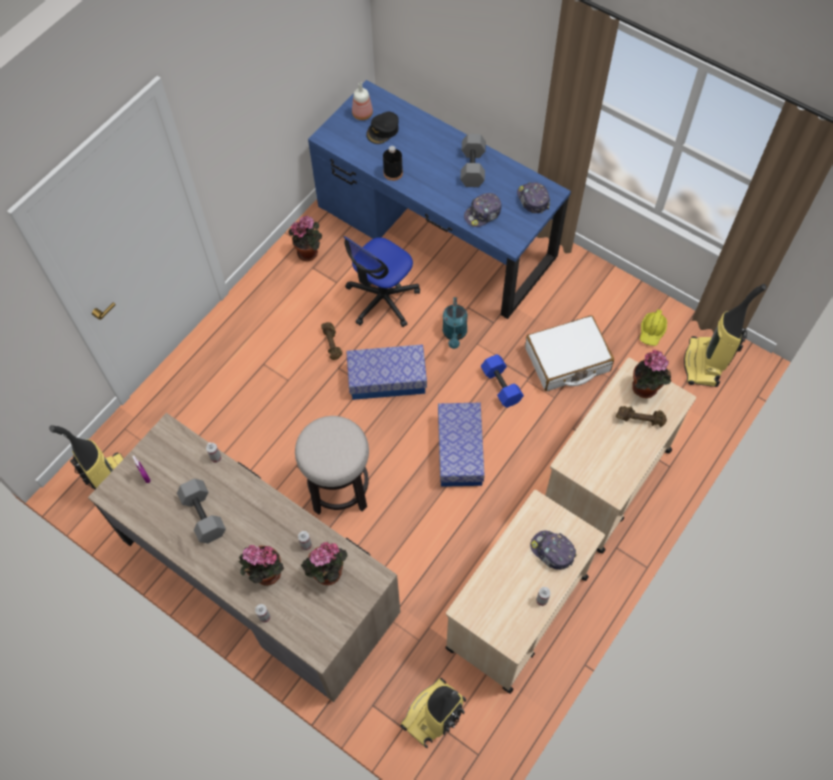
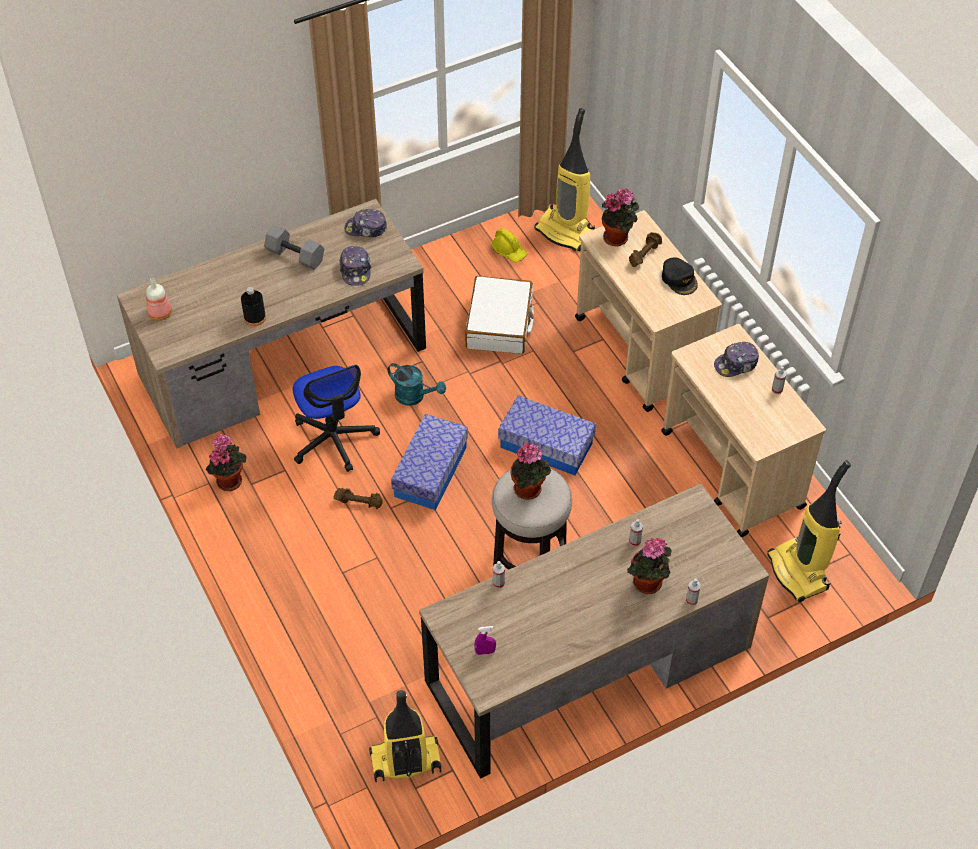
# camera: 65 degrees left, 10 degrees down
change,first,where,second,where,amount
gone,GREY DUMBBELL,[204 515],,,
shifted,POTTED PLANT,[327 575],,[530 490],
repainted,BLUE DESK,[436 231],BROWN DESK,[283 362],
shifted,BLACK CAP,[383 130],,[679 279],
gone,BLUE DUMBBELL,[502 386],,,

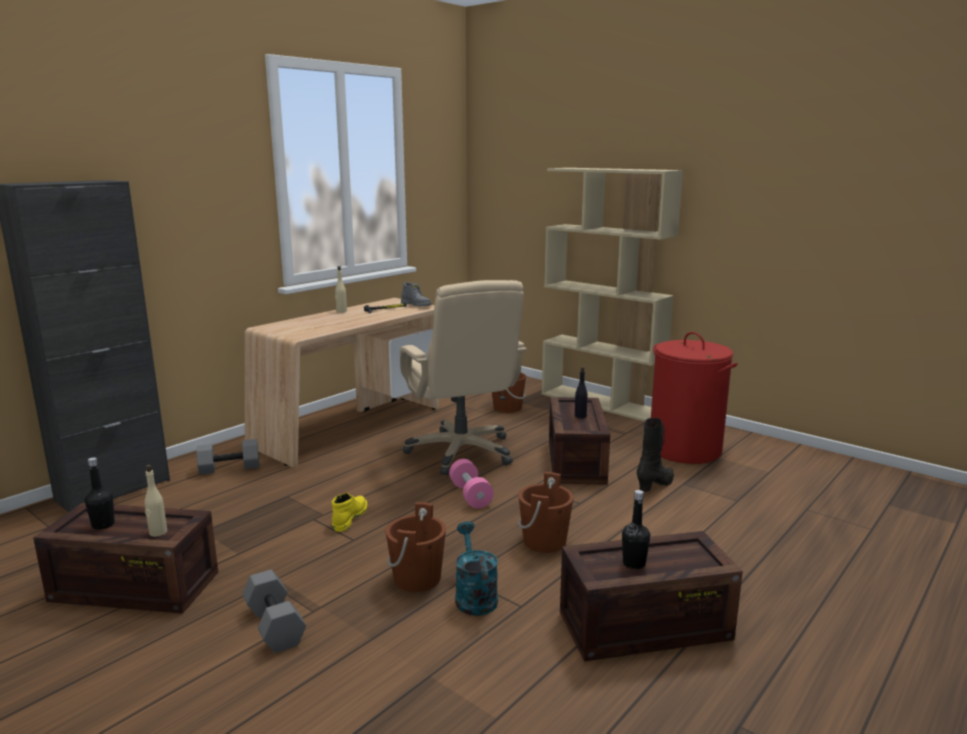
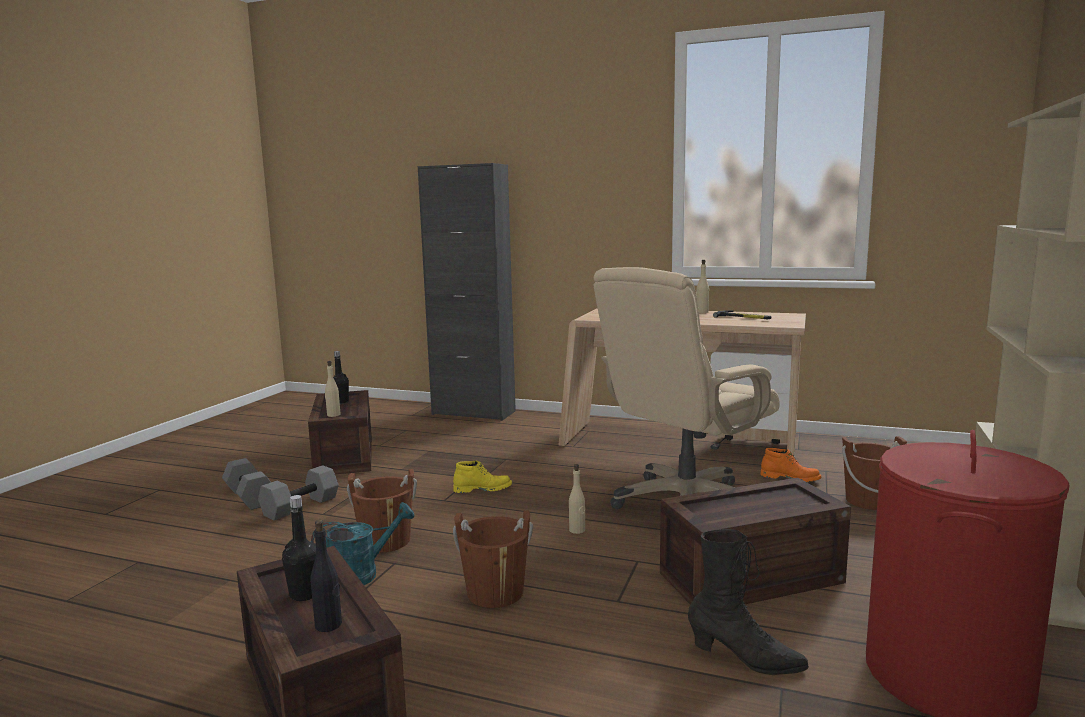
# camera: 70 degrees right, 5 degrees down
change,first,where,second,where,amount
shifted,GREY DUMBBELL,[230 468],,[251 497],
gone,GREY BOOT,[416 305],,,
swapped,PINK DUMBBELL,[470 495],BEIGE BOTTLE,[577 530],
shifted,BLACK BOTTLE,[580 416],,[328 625],
new,,,ORANGE BOOT,[790 478],

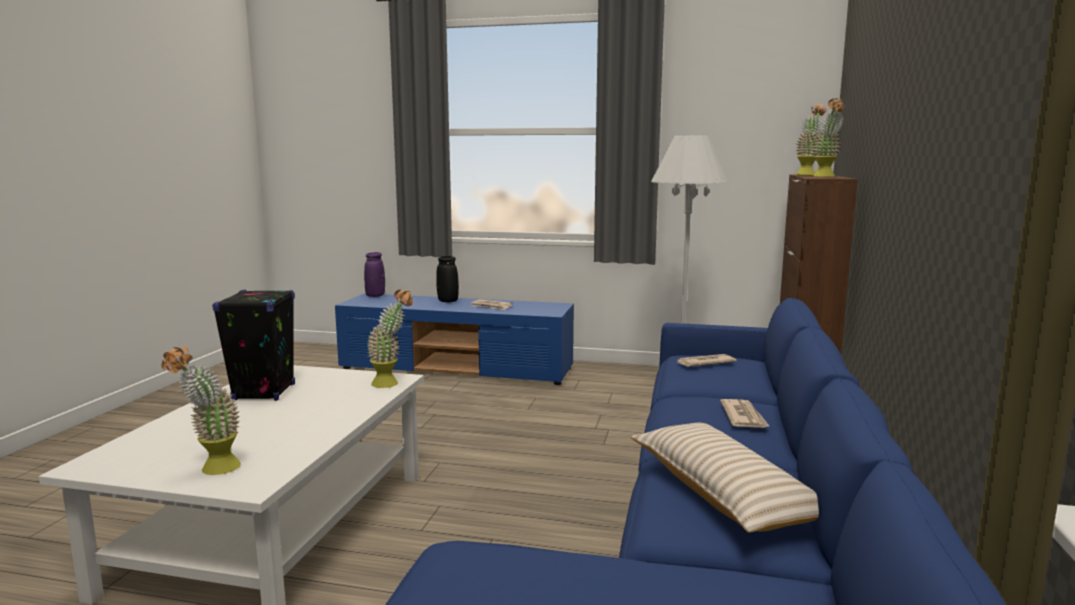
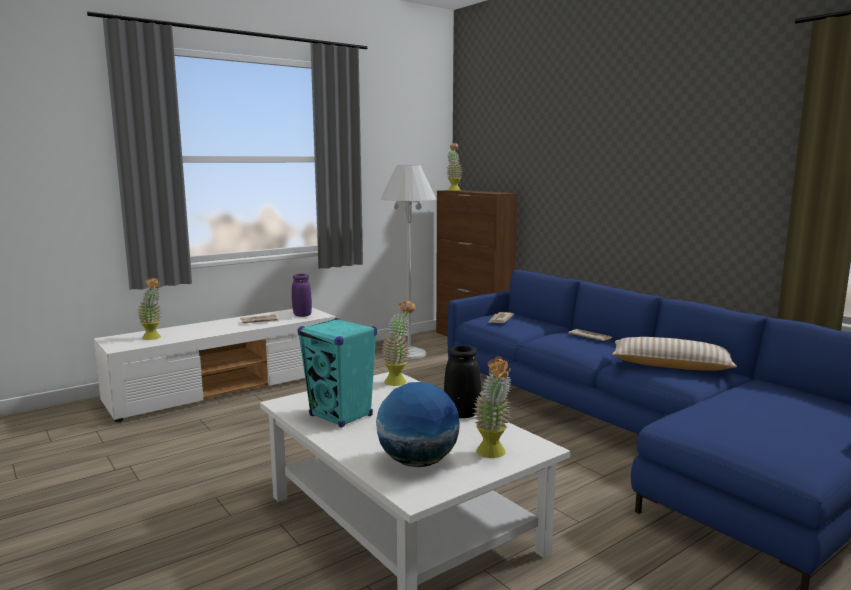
# camera: 50 degrees left, 0 degrees up
change,first,where,second,where,amount
repainted,BLACK SPEAKER,[264 392],TURQUOISE SPEAKER,[341 416],
repainted,BLUE TV STAND,[458 368],WHITE TV STAND,[227 388],
shifted,PURPLE VASE,[375 296],,[302 315],
shifted,BLACK VASE,[448 301],,[462 415],
shifted,POTTED PLANT,[826 176],,[154 338],
new,,,GLOBE,[417 462],

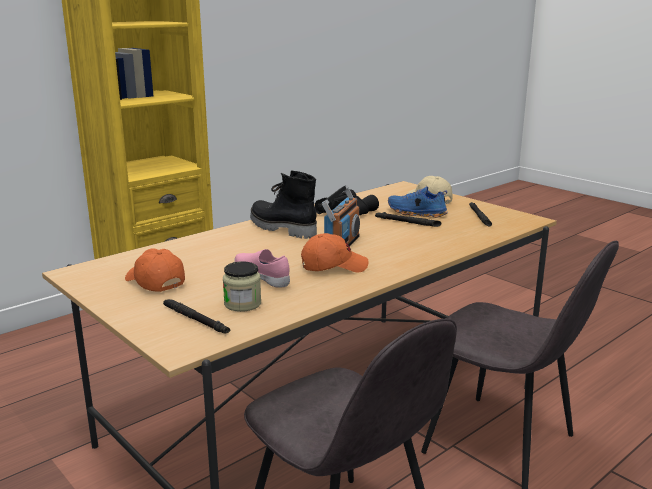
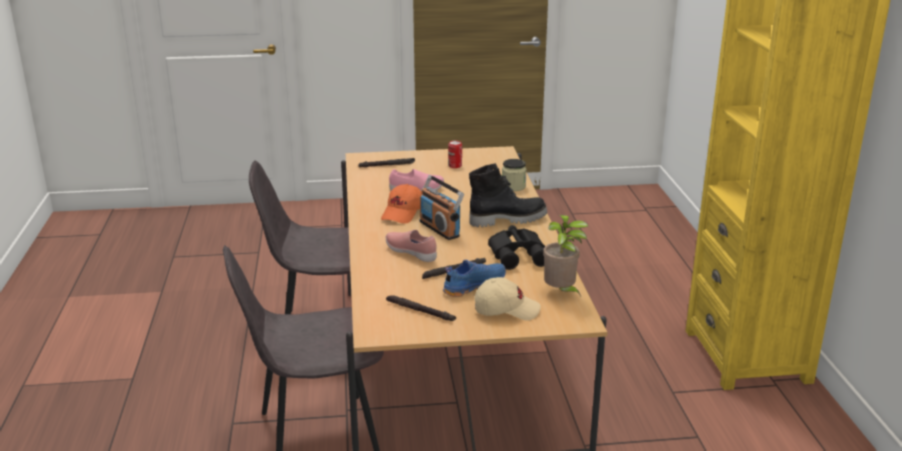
# camera: 125 degrees right, 5 degrees up
change,first,where,second,where,amount
swapped,ORANGE CAP,[154 282],CAN,[455 166],
shifted,JAR,[242 304],,[513 186],
new,,,PINK SHOE,[411 253],
new,,,POTTED PLANT,[561 293],

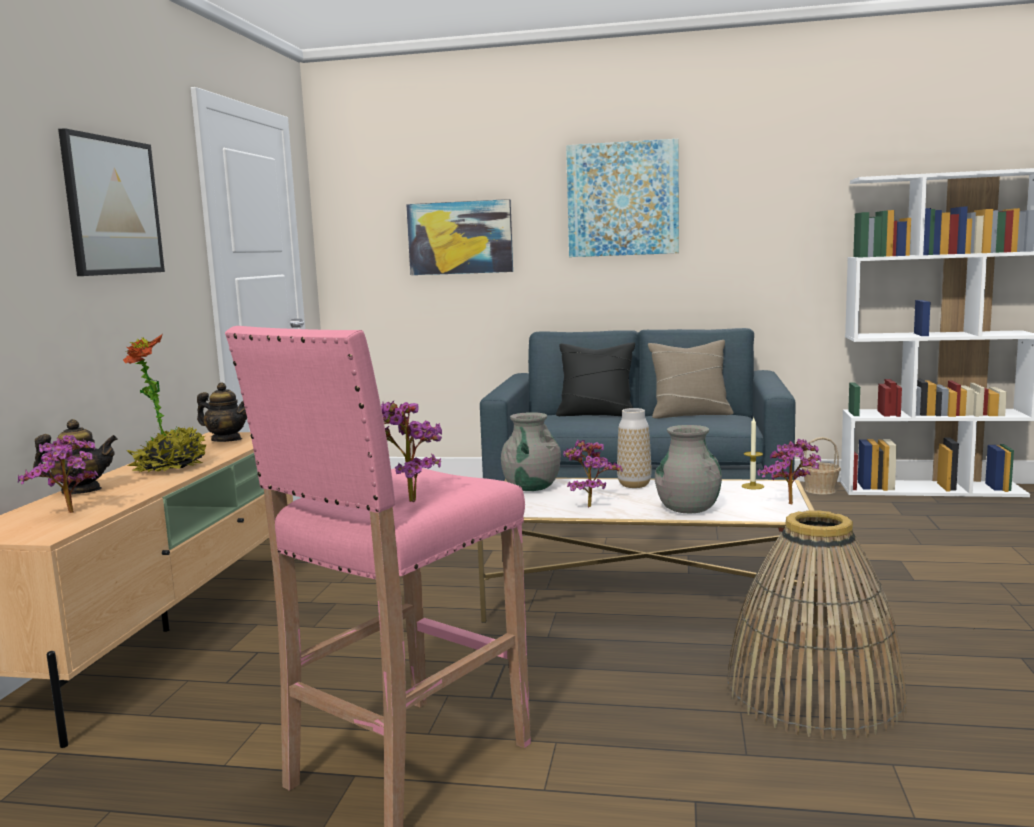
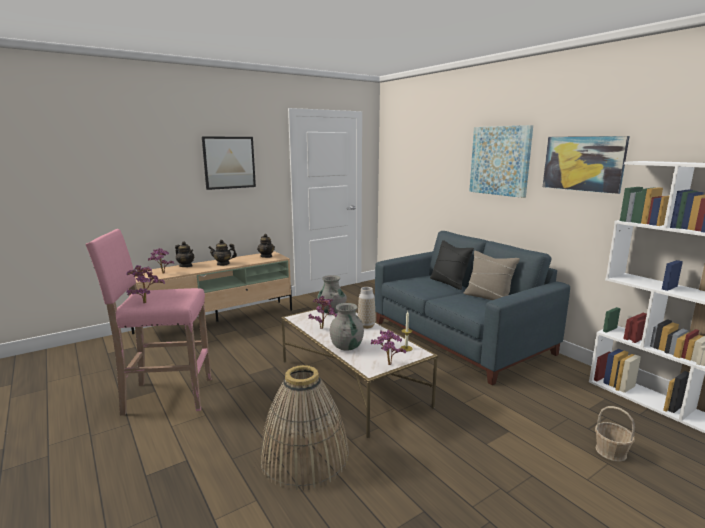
# camera: 45 degrees right, 5 degrees up
change,first,where,second,where,amount
swapped,POTTED PLANT,[170 467],TEAPOT,[223 264],
shifted,PICTURE,[460 238],,[583 163],
shifted,BASKET,[820 490],,[611 452],

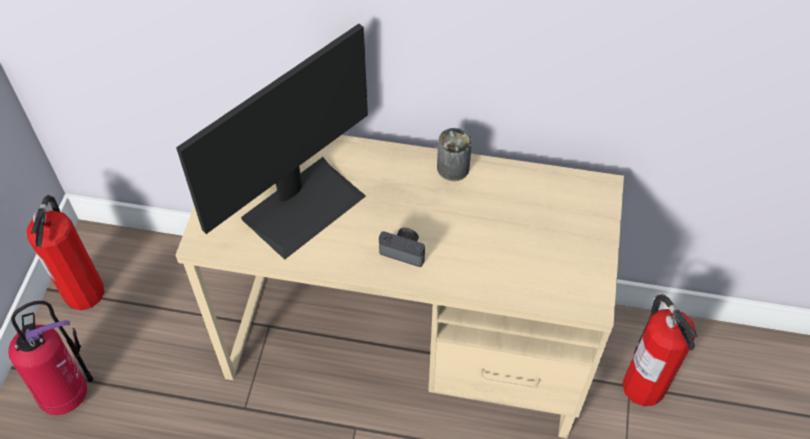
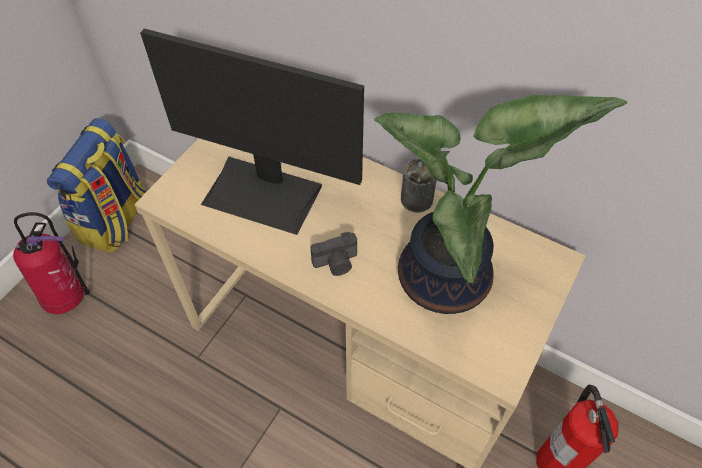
# camera: 20 degrees right, 0 degrees up
change,first,where,second,where,amount
swapped,FIRE EXTINGUISHER,[84 291],BACKPACK,[117 221],
rotated,MONITOR,[302 205],,[264 193],45 degrees clockwise
rotated,PHOTO CAMERA,[404 251],,[336 263],120 degrees clockwise
new,,,POTTED PLANT,[449 281],

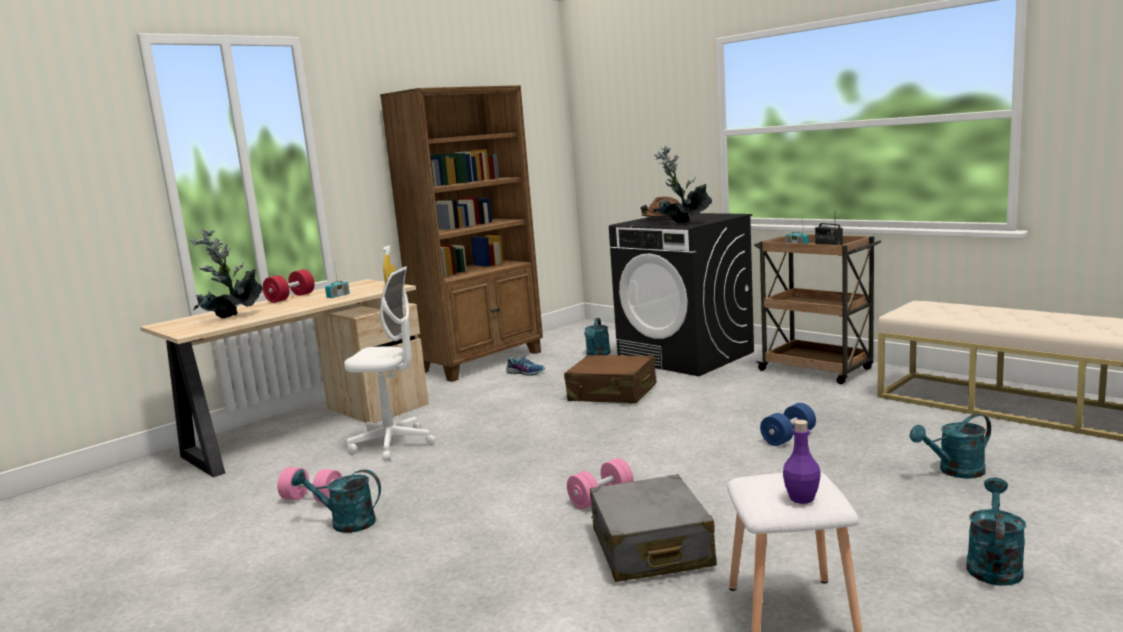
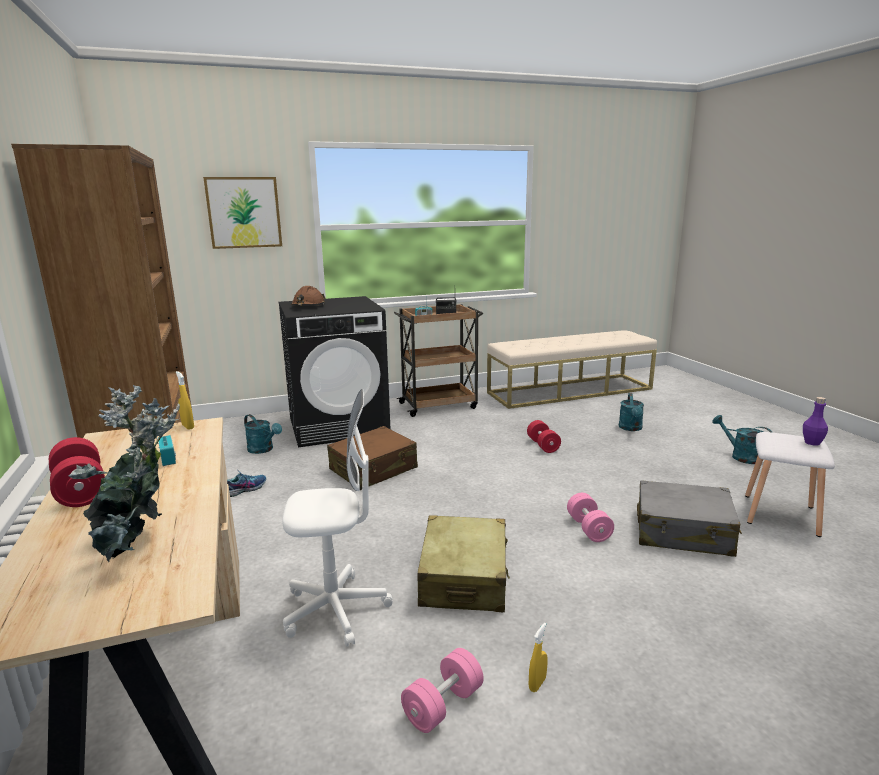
# camera: 65 degrees left, 5 degrees up
change,first,where,second,where,amount
swapped,TURQUOISE WATERING CAN,[345 523],YELLOW SPRAY BOTTLE,[537 684],
rotated,WHITE OFFICE CHAIR,[392 444],,[336 610],45 degrees clockwise
gone,POTTED PLANT,[681 224],,,
repainted,BLUE DUMBBELL,[788 437],RED DUMBBELL,[543 445],
new,,,PICTURE,[244 212],
new,,,BEIGE SUITCASE,[464 578],

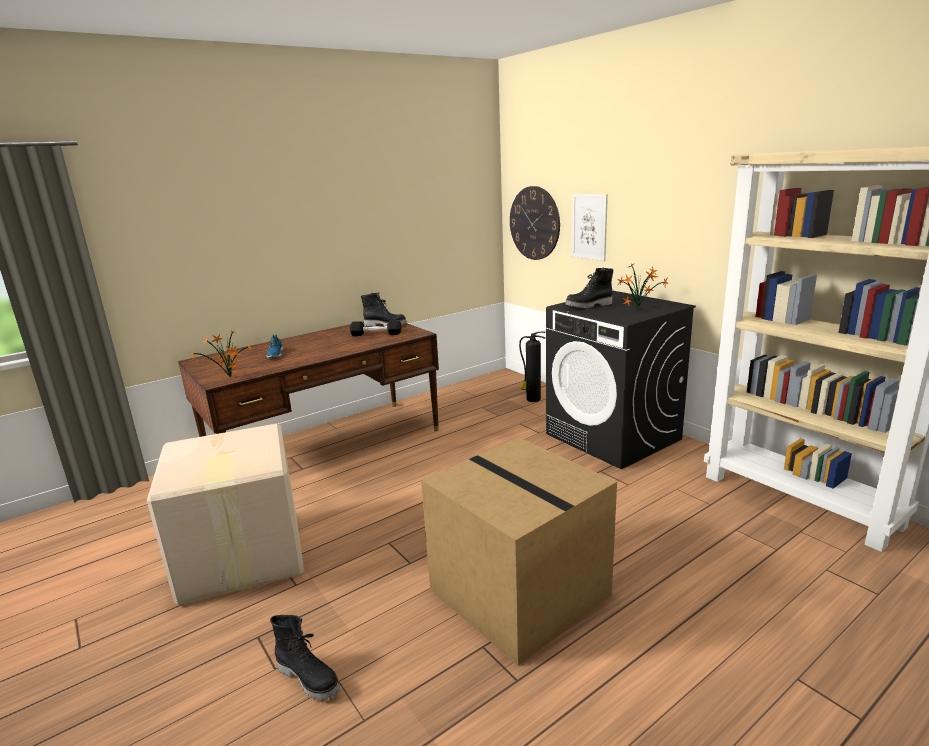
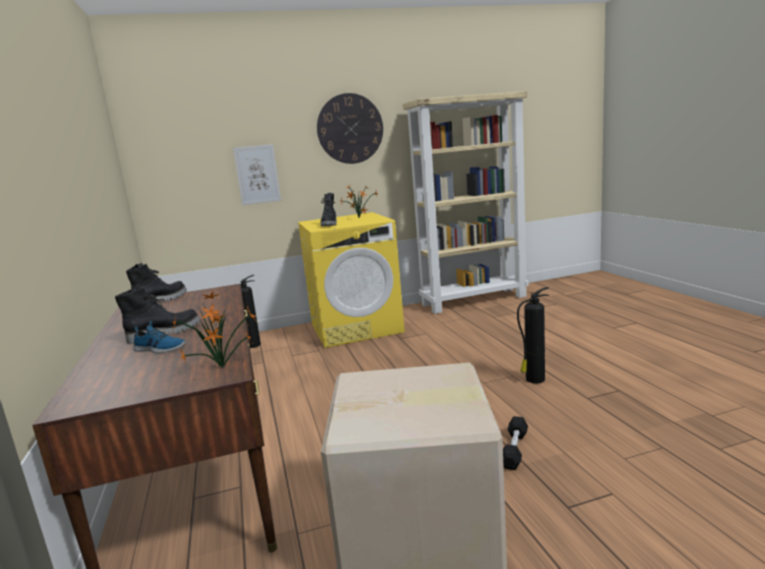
# camera: 70 degrees left, 5 degrees down
change,first,where,second,where,amount
shifted,BLACK BOOT,[309 678],,[164 333],
shifted,BLACK DUMBBELL,[376 334],,[514 449],
swapped,CARDBOARD BOX,[522 592],FIRE EXTINGUISHER,[534 379],
shifted,WALL CLOCK,[534 223],,[350 129],
repainted,BLACK WASHING MACHINE,[613 437],YELLOW WASHING MACHINE,[356 328],

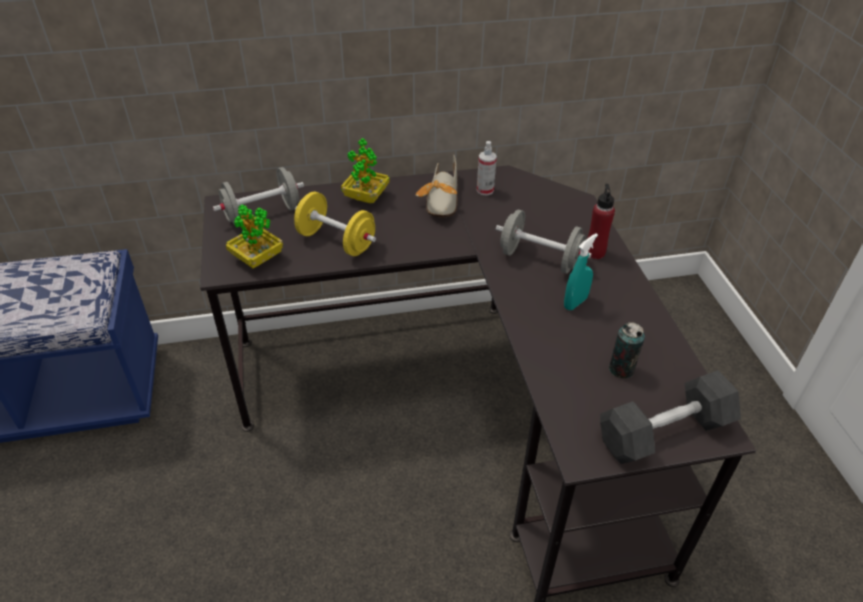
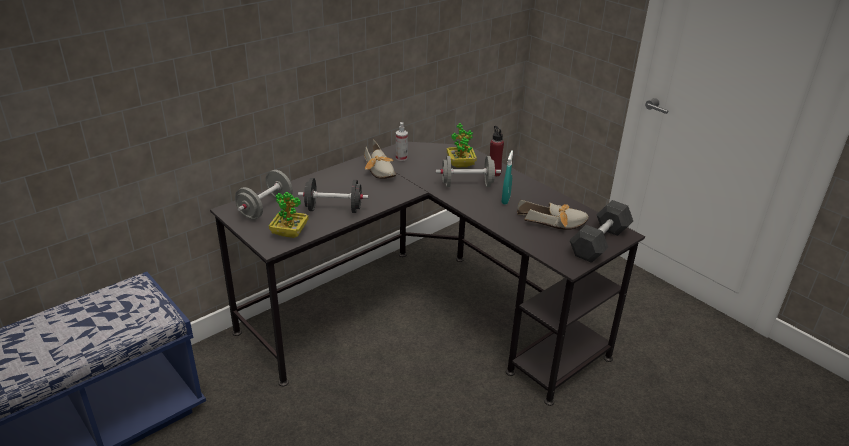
# camera: 30 degrees left, 10 degrees down
change,first,where,second,where,amount
repainted,YELLOW DUMBBELL,[336 241],BLACK DUMBBELL,[334 209],
shifted,POTTED PLANT,[366 197],,[460 164],
swapped,CAN,[621 369],SHOE,[556 223],

